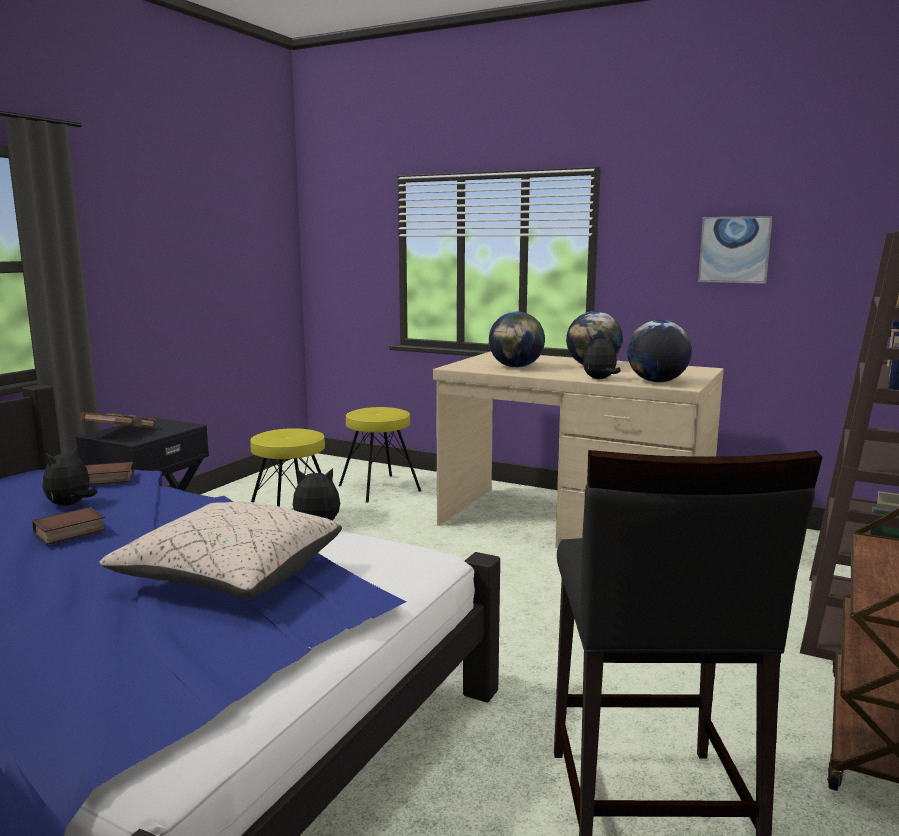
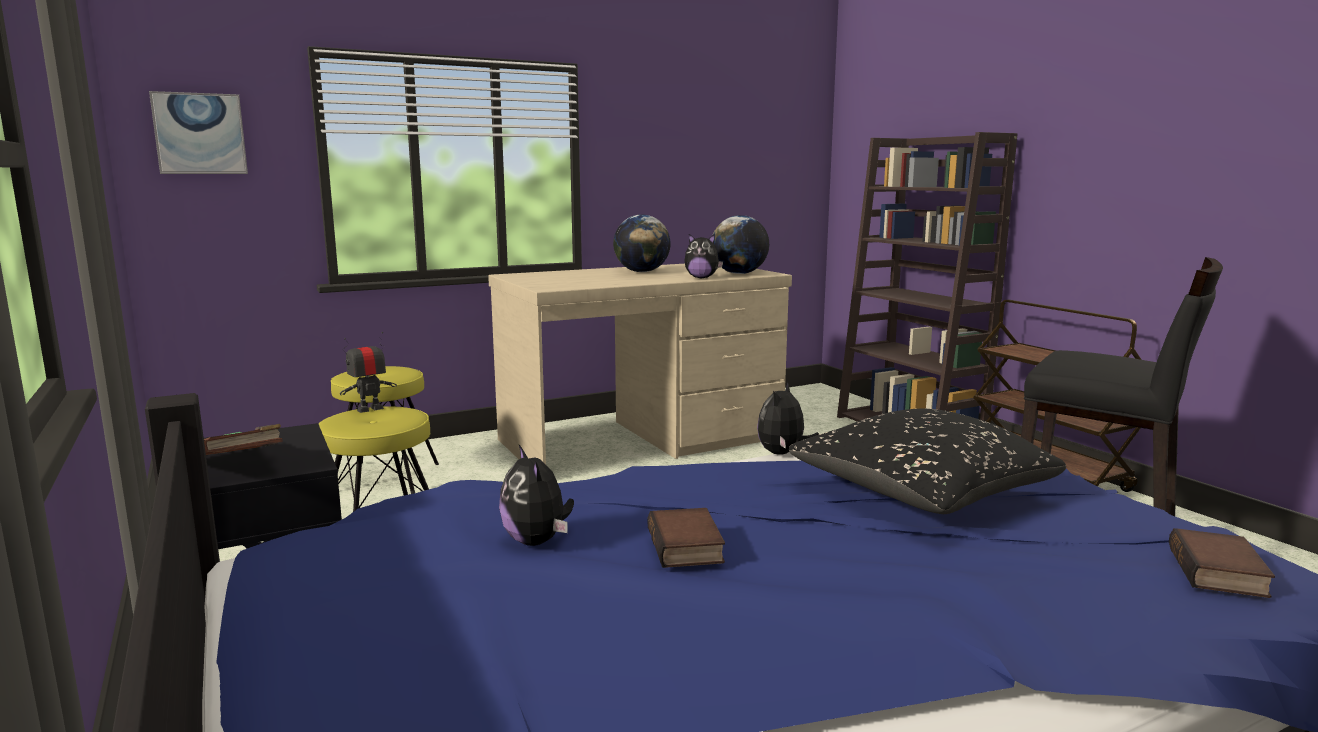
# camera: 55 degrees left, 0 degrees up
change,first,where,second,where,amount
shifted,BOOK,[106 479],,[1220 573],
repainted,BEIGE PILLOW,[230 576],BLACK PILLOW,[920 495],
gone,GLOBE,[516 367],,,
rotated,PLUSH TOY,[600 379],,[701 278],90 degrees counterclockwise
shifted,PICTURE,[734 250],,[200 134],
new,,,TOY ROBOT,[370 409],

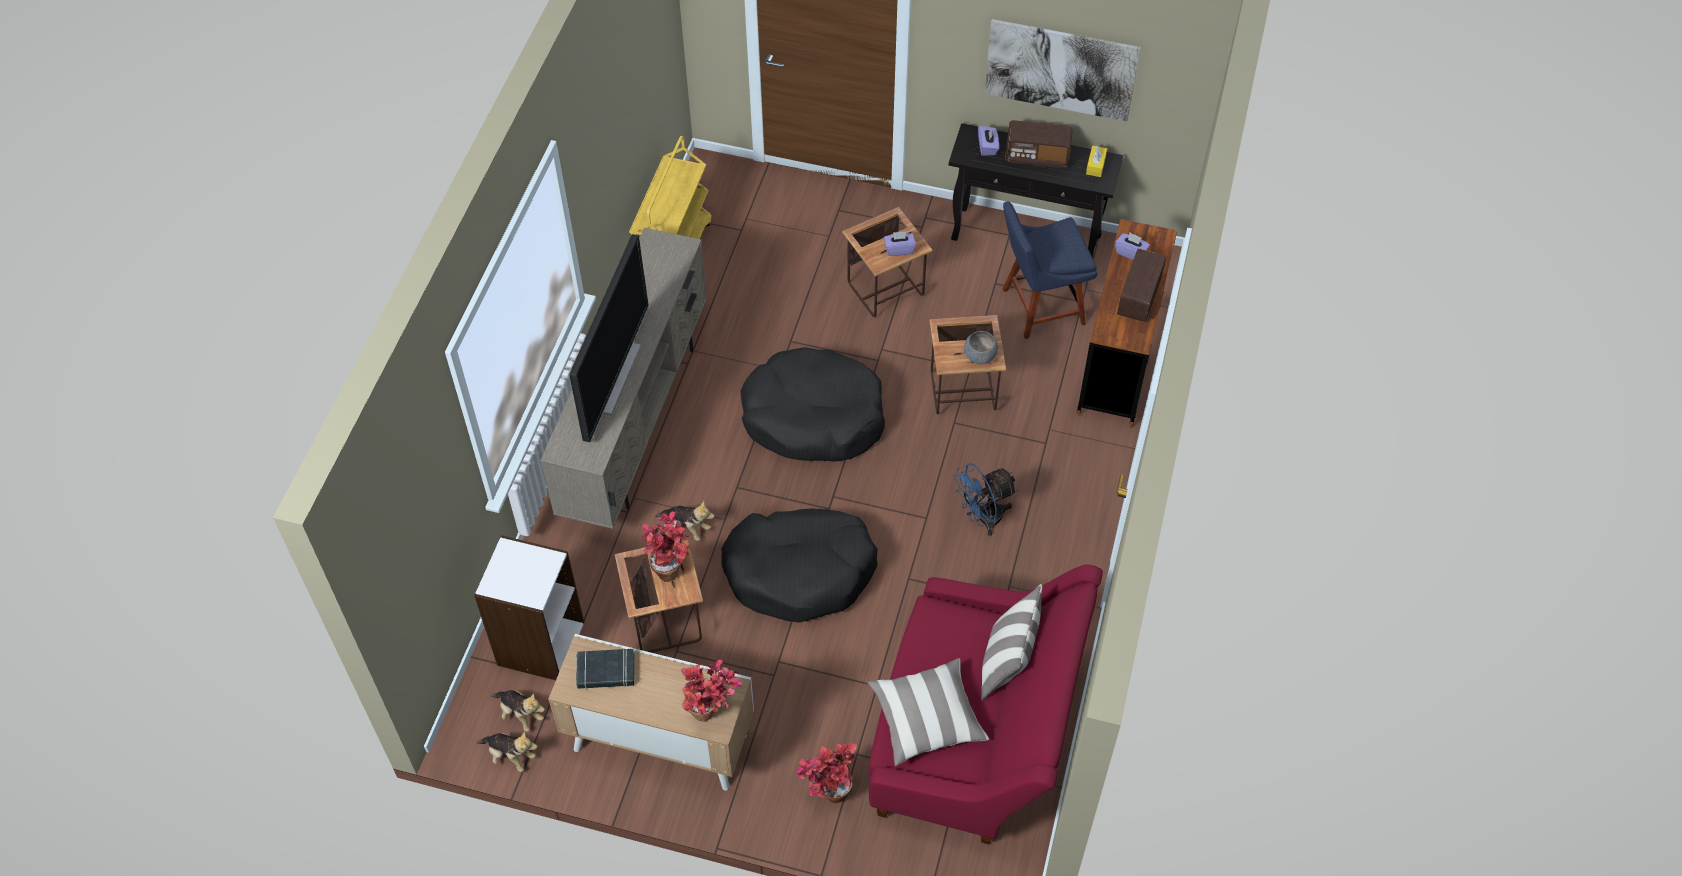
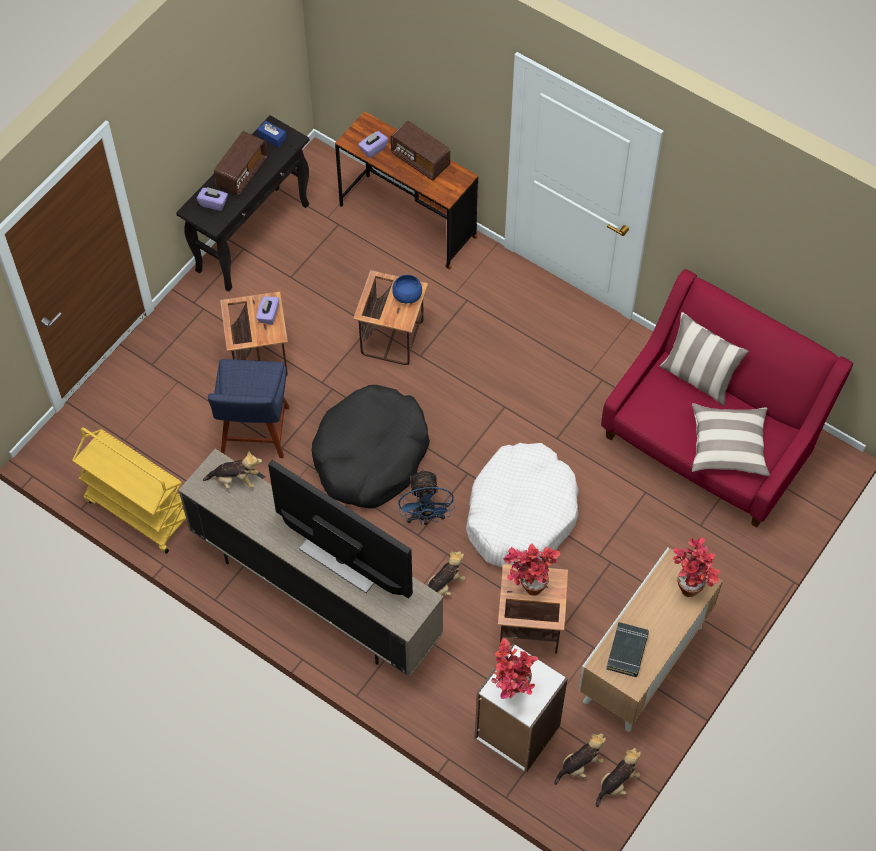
# camera: 70 degrees left, 5 degrees up
change,first,where,second,where,amount
repainted,BLACK DOG BED,[800 571],WHITE DOG BED,[521 513],
shifted,POTTED PLANT,[828 792],,[511 690],
shifted,BLUE FAN,[983 518],,[425 517],
repainted,GREY BOWL,[980 355],BLUE BOWL,[407 295],
gone,PICTURE,[1060 69],,,
shifted,BLUE CHAIR,[1039 307],,[254 434],
repainted,YELLOW TISSUE BOX,[1095 165],BLUE TISSUE BOX,[272 137],
new,,,PLUSH TOY,[235 480],

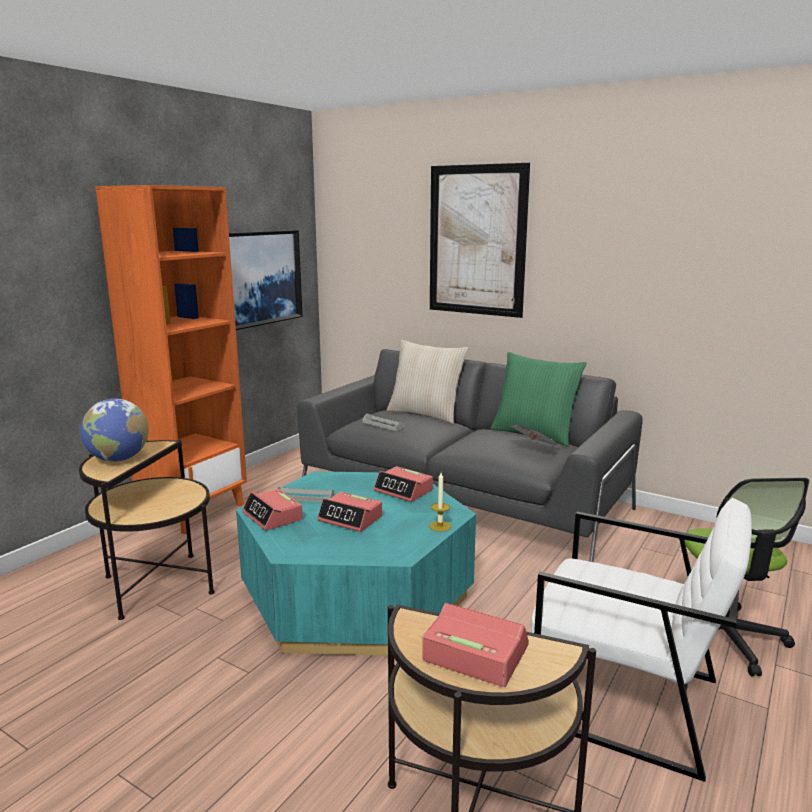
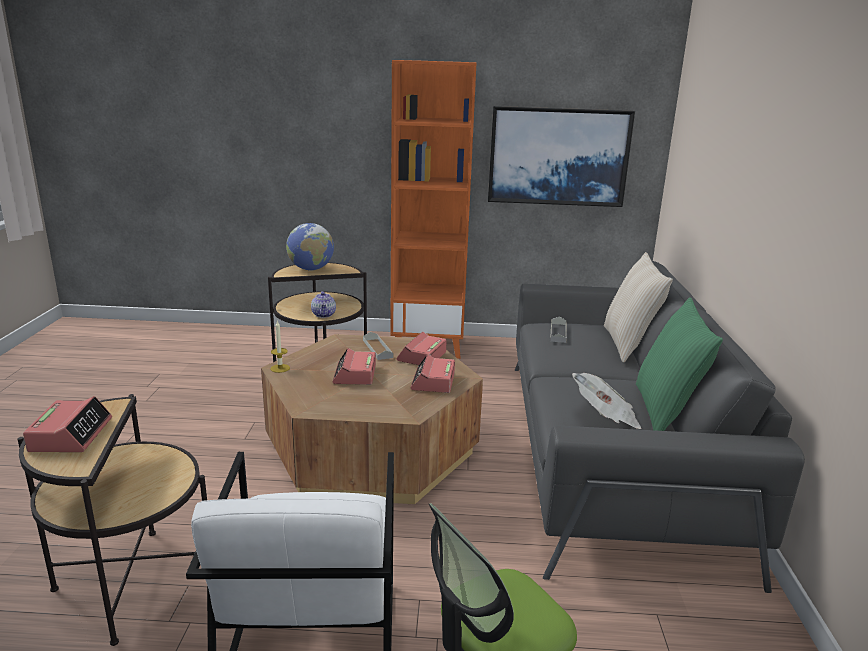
# camera: 60 degrees right, 5 degrees up
change,first,where,second,where,amount
repainted,TURQUOISE COFFEE TABLE,[357 595],BROWN COFFEE TABLE,[371 449],
shifted,ALARM CLOCK,[273 517],,[421 356],
shifted,CANDLE,[440 526],,[280 368],
gone,PICTURE,[476 241],,,
new,,,TEAPOT,[324 315],

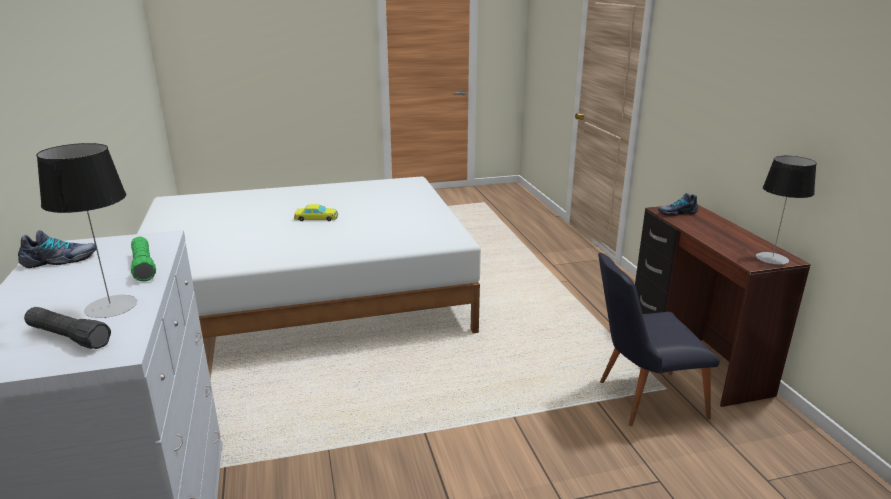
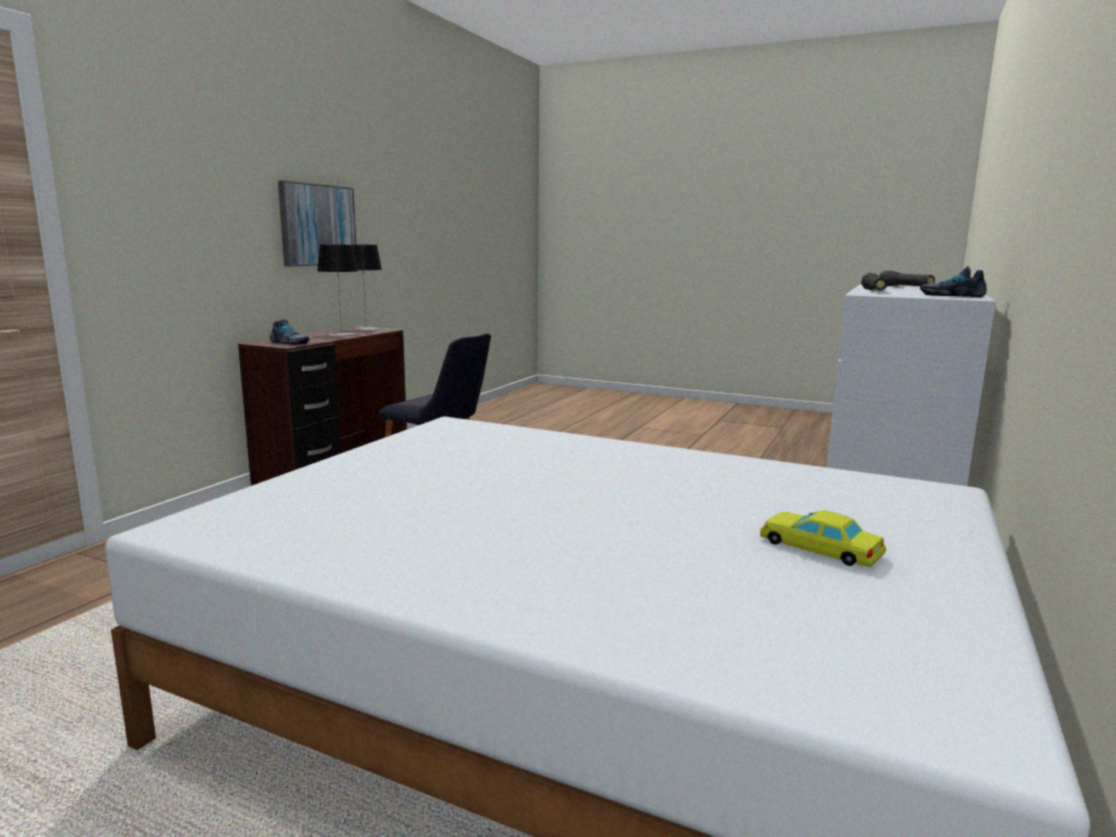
# camera: 140 degrees left, 10 degrees down
change,first,where,second,where,amount
shifted,TABLE LAMP,[110 306],,[341 334],
repainted,GREEN FLASHLIGHT,[143 266],BLACK FLASHLIGHT,[873 291],
shifted,YELLOW TOY CAR,[316 218],,[819 547],
new,,,PICTURE,[317 225],

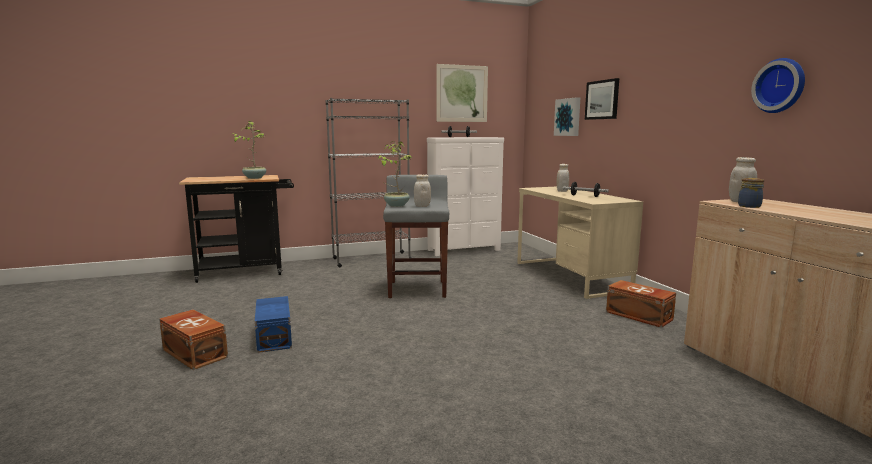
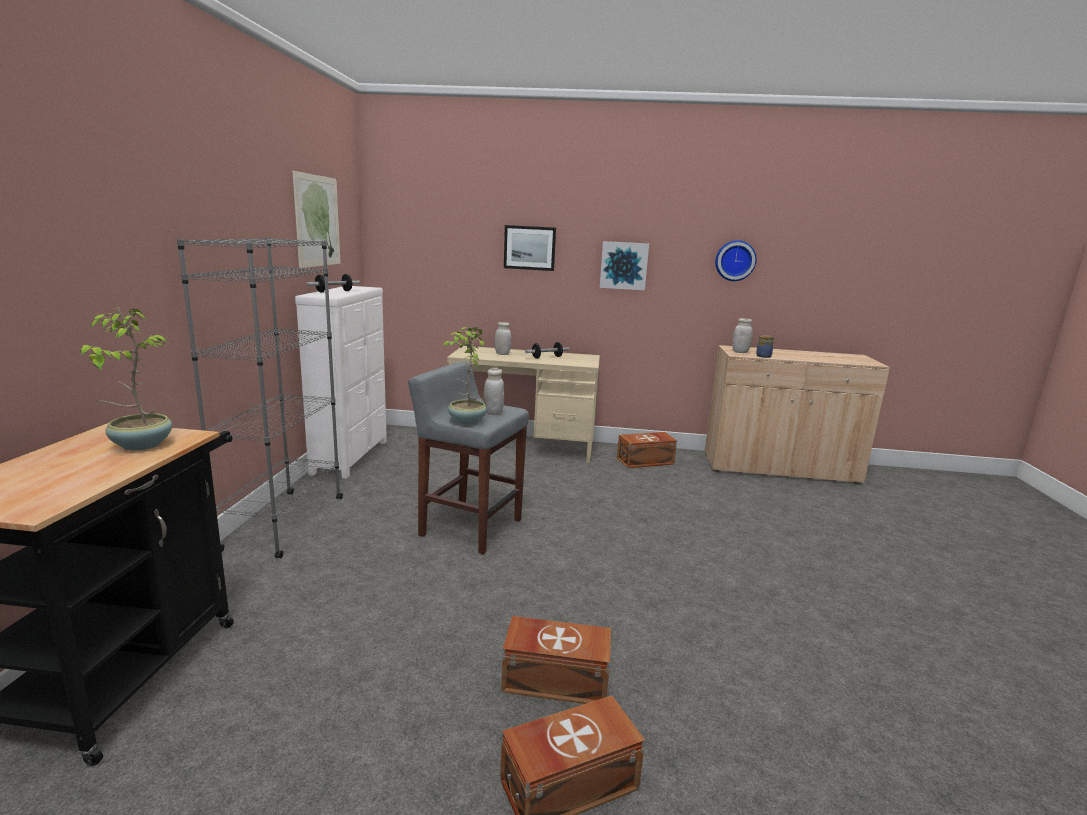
# camera: 65 degrees left, 5 degrees up
change,first,where,second,where,amount
repainted,BLUE STORAGE BOX,[275 336],BROWN STORAGE BOX,[554 679],
shifted,PICTURE,[568 117],,[623 265],

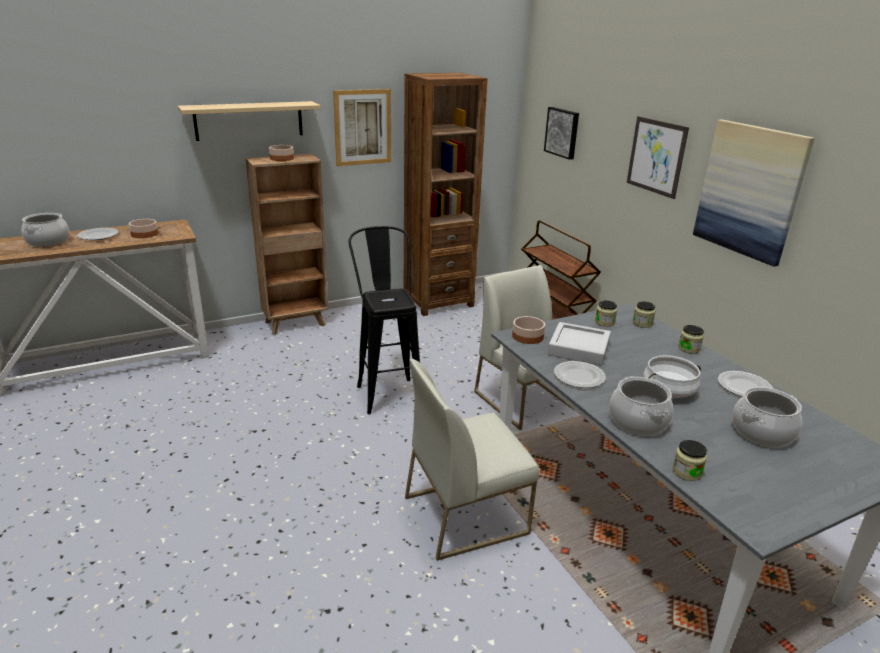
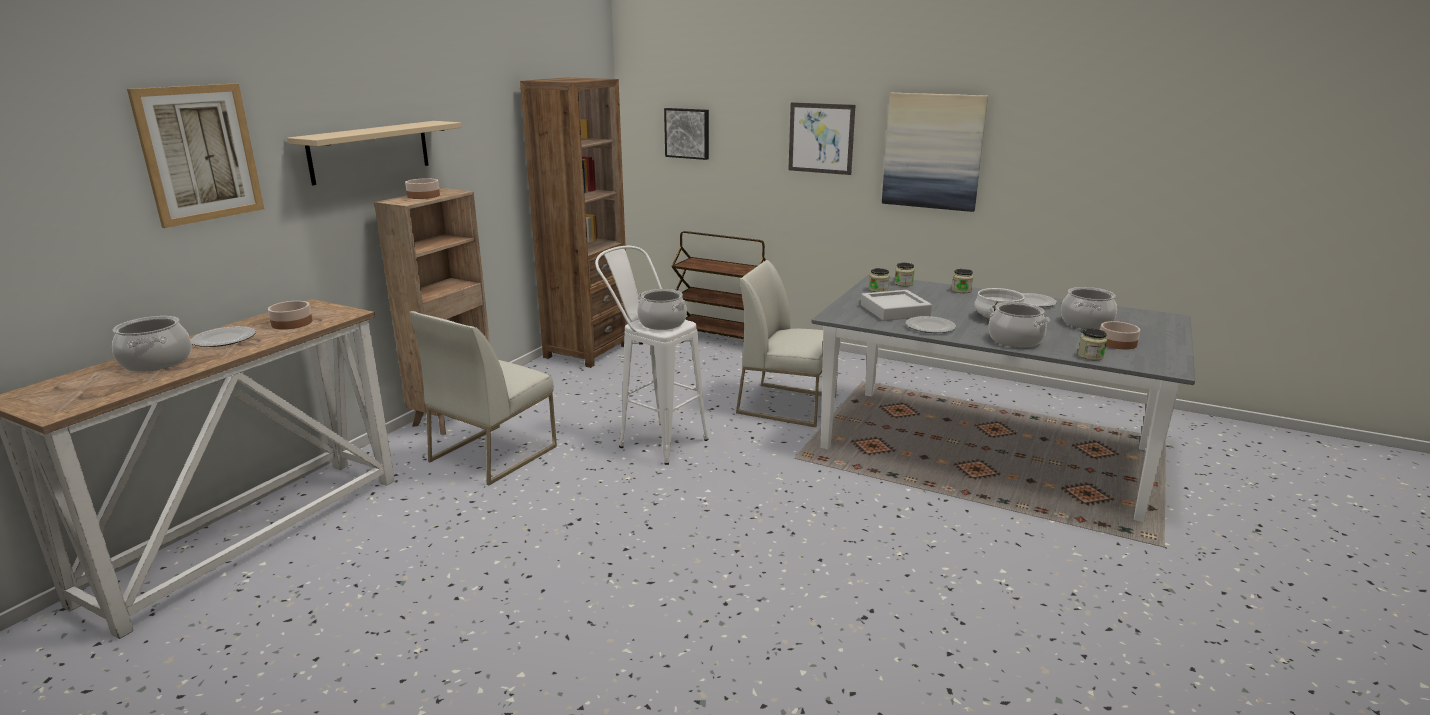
# camera: 35 degrees left, 5 degrees down
change,first,where,second,where,amount
shifted,PICTURE,[363 127],,[199 153],
repainted,BLACK STOOL,[387 390],WHITE STOOL,[653 440],
shifted,WHITE CHAIR,[466 514],,[493 453],
shifted,BOWL,[528 336],,[1117 343],
new,,,COOKING POT,[662 323],

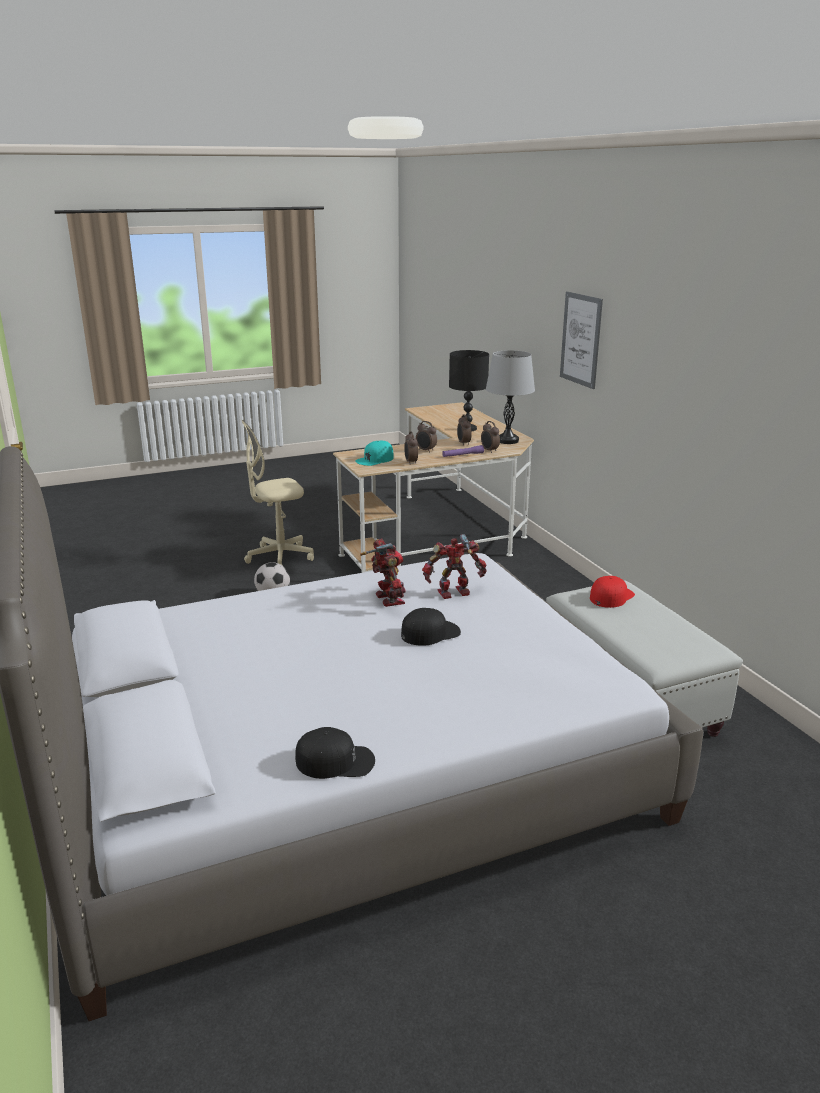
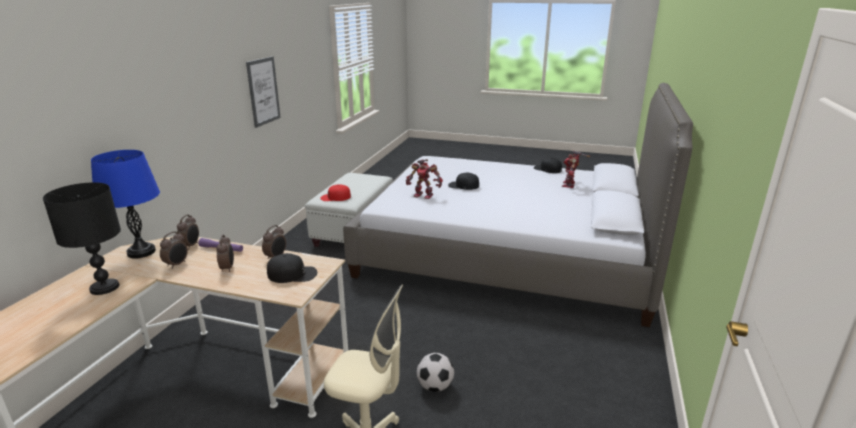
# camera: 140 degrees left, 0 degrees up
change,first,where,second,where,amount
repainted,TURQUOISE CAP,[375 459],BLACK CAP,[292 274],
shifted,TOY ROBOT,[387 599],,[570 185],
repainted,GREY TABLE LAMP,[507 441],BLUE TABLE LAMP,[141 252],
shifted,PICTURE,[581 339],,[263 91],

